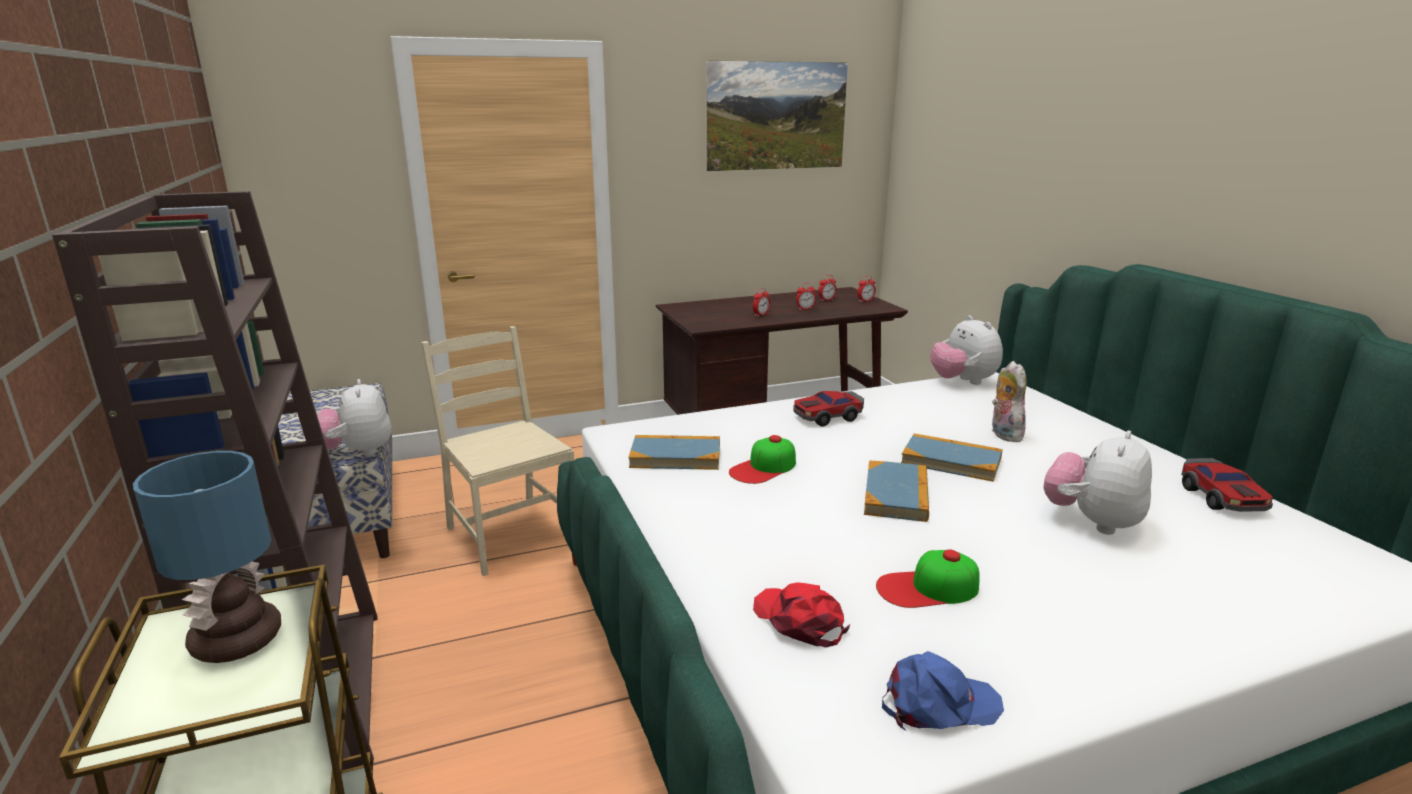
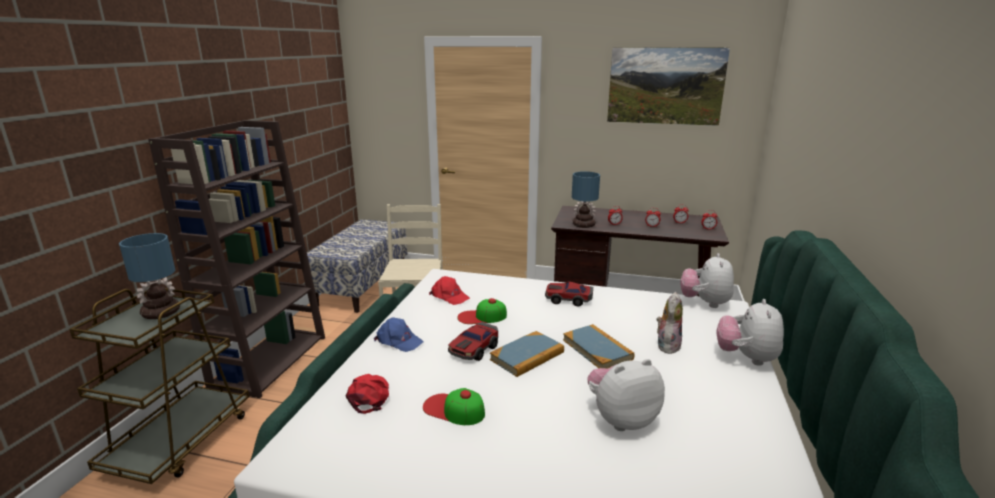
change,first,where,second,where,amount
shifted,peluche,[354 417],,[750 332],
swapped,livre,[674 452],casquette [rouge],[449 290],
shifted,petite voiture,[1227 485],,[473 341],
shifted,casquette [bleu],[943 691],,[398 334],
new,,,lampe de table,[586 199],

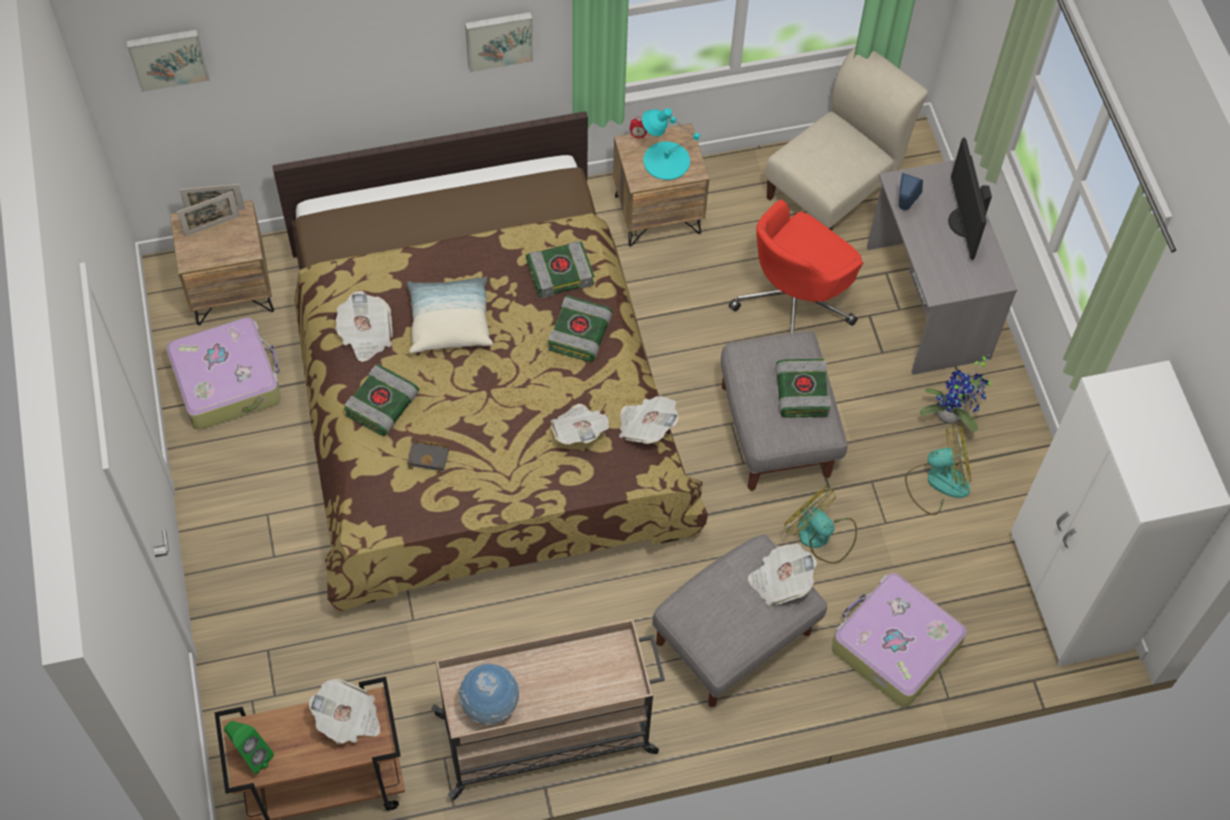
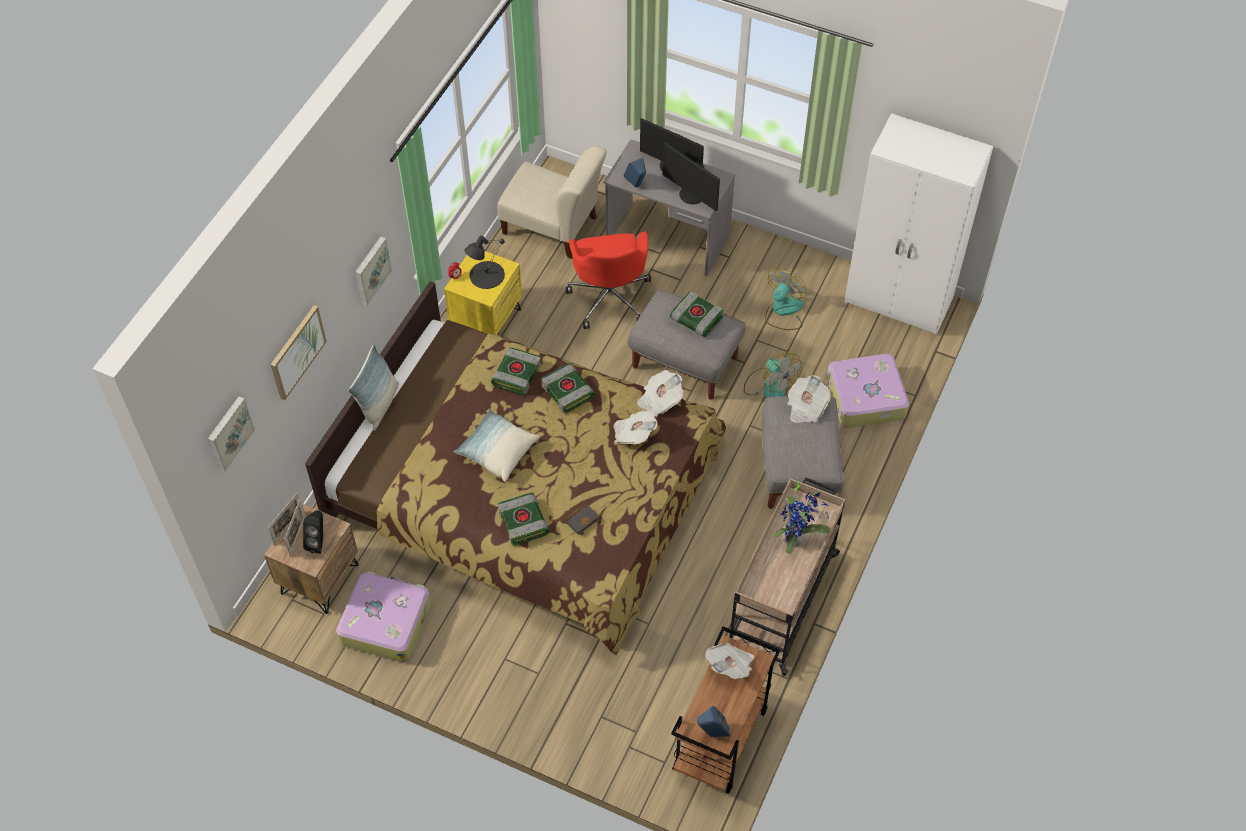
change,first,where,second,where,amount
rotated,chaise [beige],[846 138],,[552 202],120 degrees clockwise
repainted,lampe de table [turquoise],[671 144],lampe de table [noir],[485 262],
repainted,table de chevet [marron],[661 185],table de chevet [jaune],[483 293],
gone,journal,[364 326],,,
shifted,plante en pot,[955 393],,[801 517],
rotated,ventilateur,[820 525],,[773 376],120 degrees counterclockwise
gone,globe,[489 693],,,
repainted,enceinte [vert],[249 747],enceinte [bleu],[713 721],
new,,,écran d'ordinateur,[691 176],
new,,,tableau,[298 353],
new,,,coussin,[373 387],
new,,,enceinte [noir],[313 532],

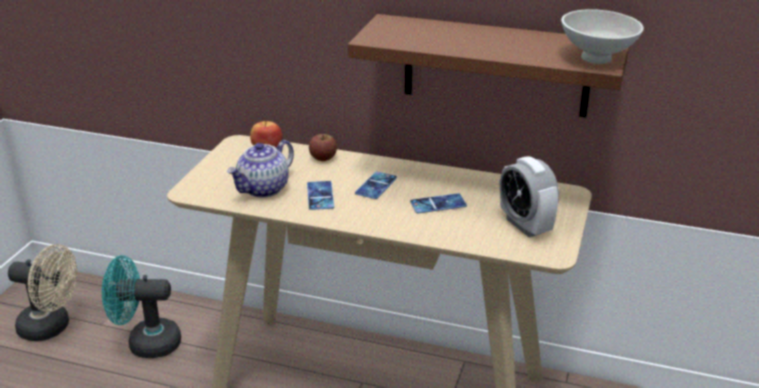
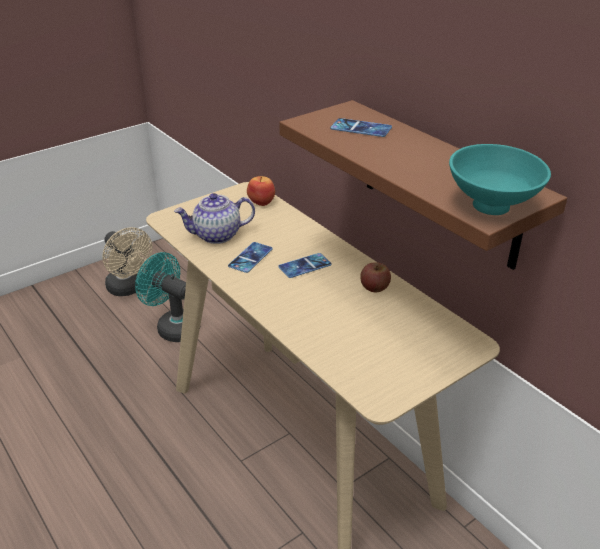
change,first,where,second,where,amount
repainted,bol [blanc],[602 36],bol [turquoise],[500 179],
shifted,pomme,[323 147],,[375 277],
gone,réveil,[529 196],,,
shifted,téléphone,[438 203],,[361 127],

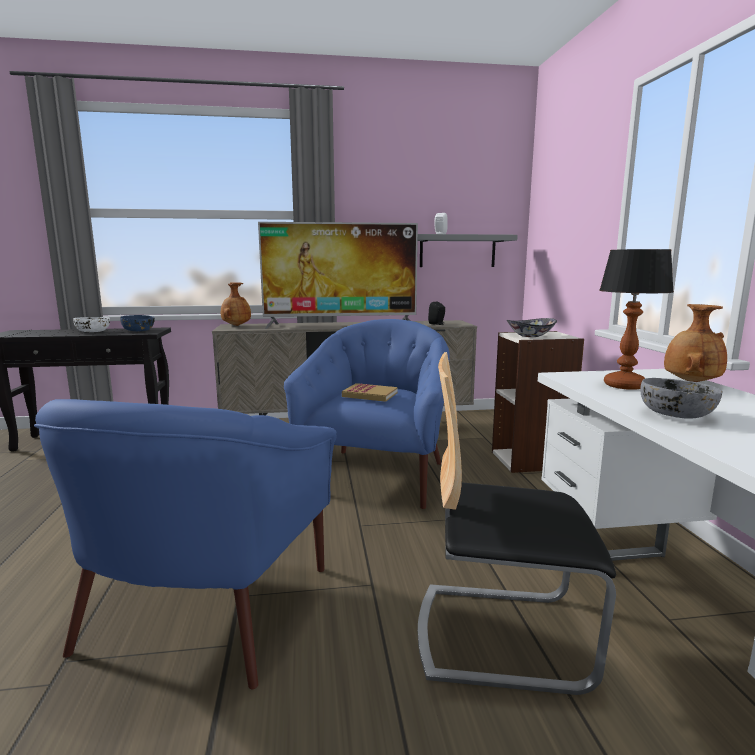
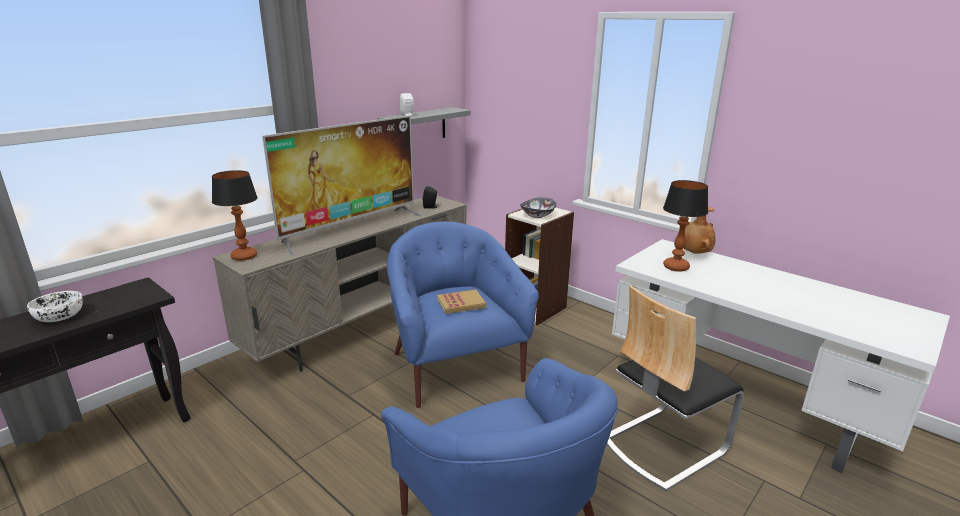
change,first,where,second,where,amount
swapped,vase [marron],[236 304],lampe de table,[235 215],
gone,bol [bleu],[137 323],,,
gone,bol [gris],[681 398],,,

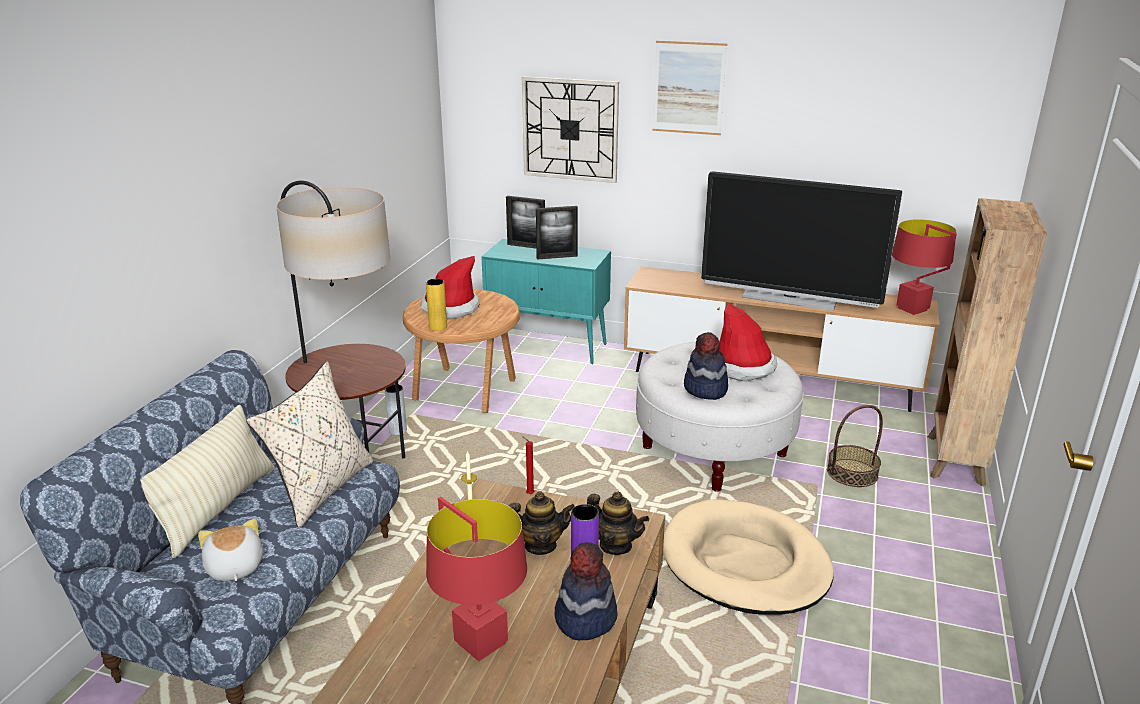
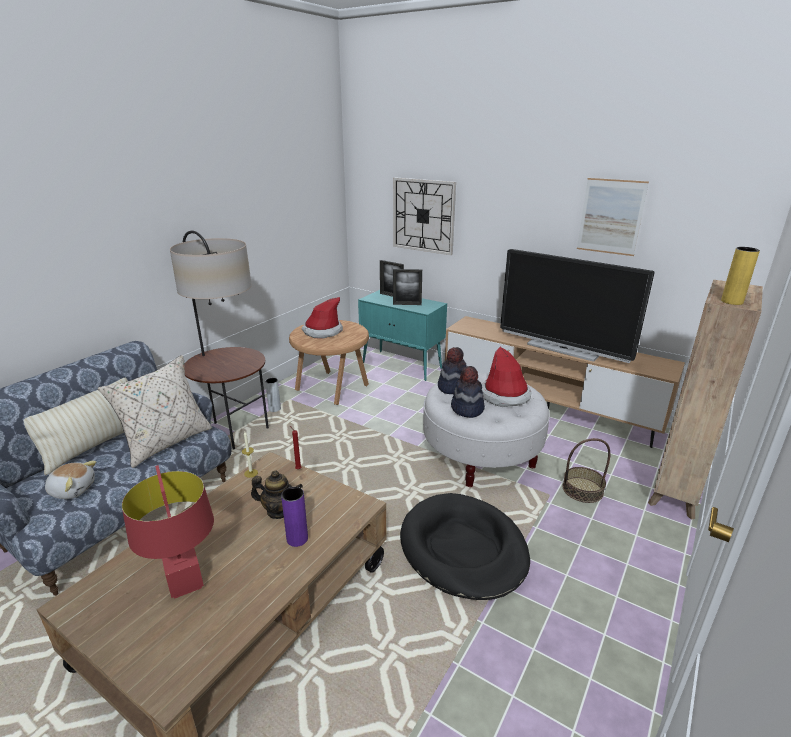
change,first,where,second,where,amount
shifted,tableau,[689 88],,[613 217],
gone,lampe de table [rouge],[924 267],,,
shifted,vase [jaune],[436 305],,[740 276],
gone,théière,[618 523],,,
repainted,panier pour chien [beige],[748 557],panier pour chien [noir],[465 546],
rotated,peluche,[230 550],,[70 480],105 degrees clockwise
shifted,chapeau,[586 591],,[452 370],

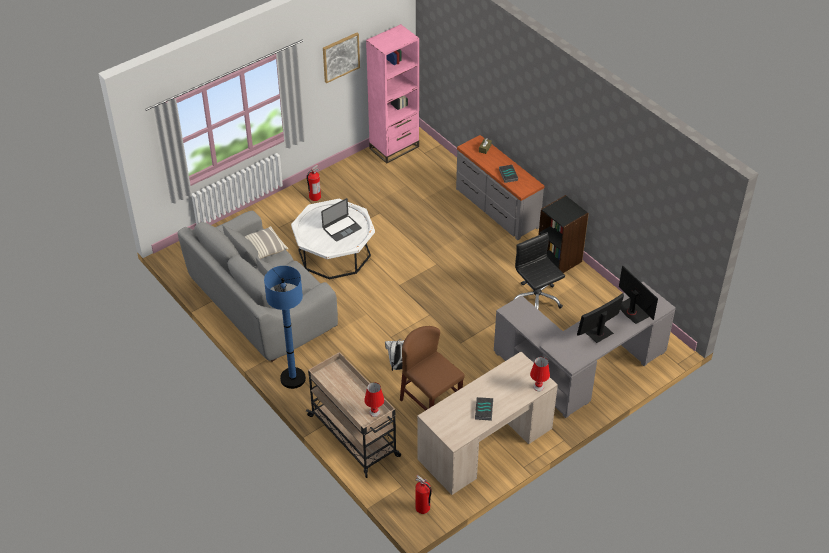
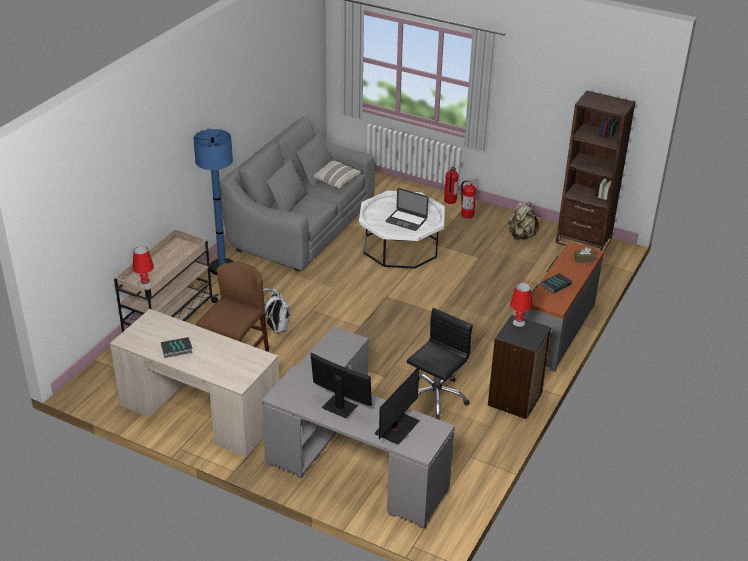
change,first,where,second,where,amount
repainted,bibliothèque [rose],[392 94],bibliothèque [marron],[596 171],
gone,tableau,[341 58],,,
shifted,lampe de table [rouge],[540 374],,[521 305],
shifted,extincteur,[423 494],,[451 182],
new,,,sac à dos [beige],[523 220],

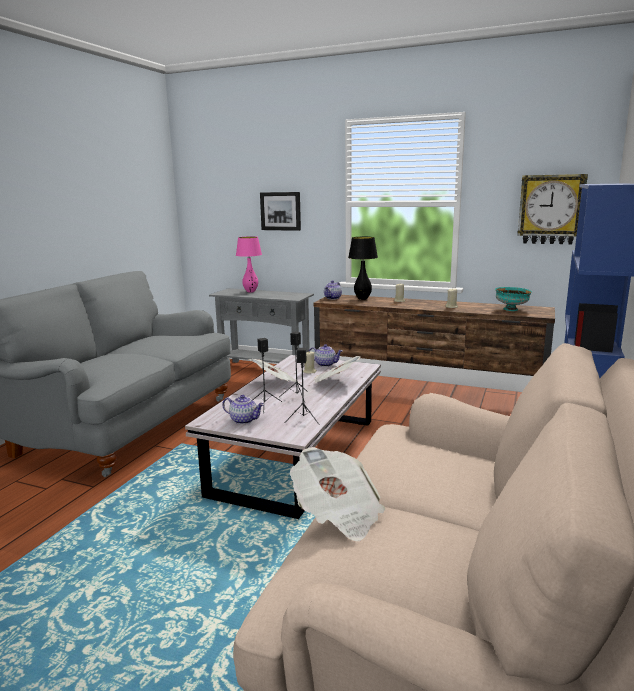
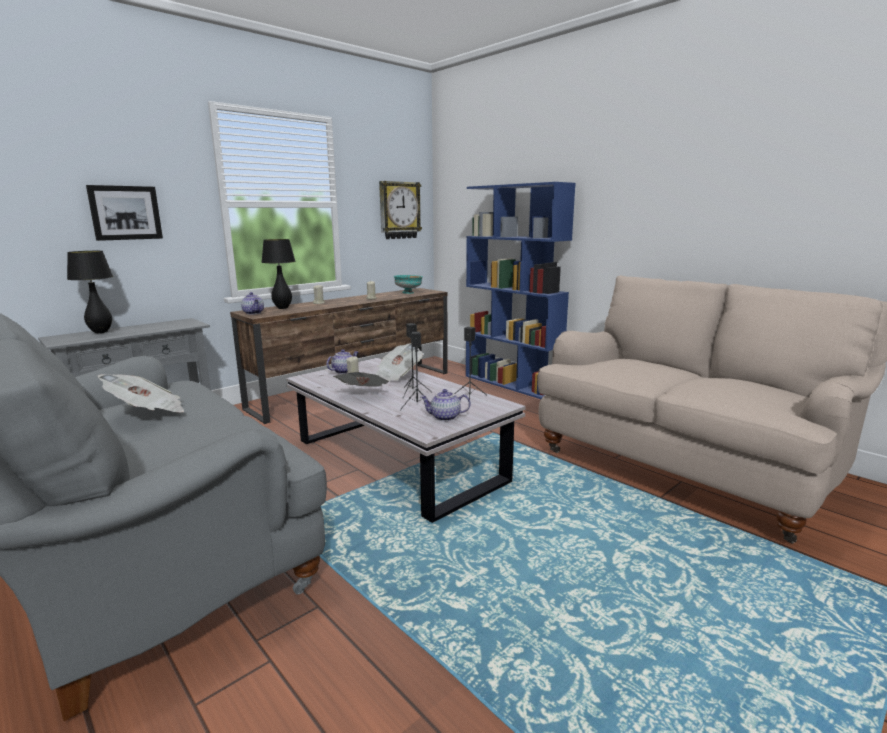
change,first,where,second,where,amount
repainted,lampe de table [rose],[249 264],lampe de table [noir],[90 292],
rotated,théière,[243 409],,[445 405],135 degrees counterclockwise
shifted,journal,[337 494],,[140 393],

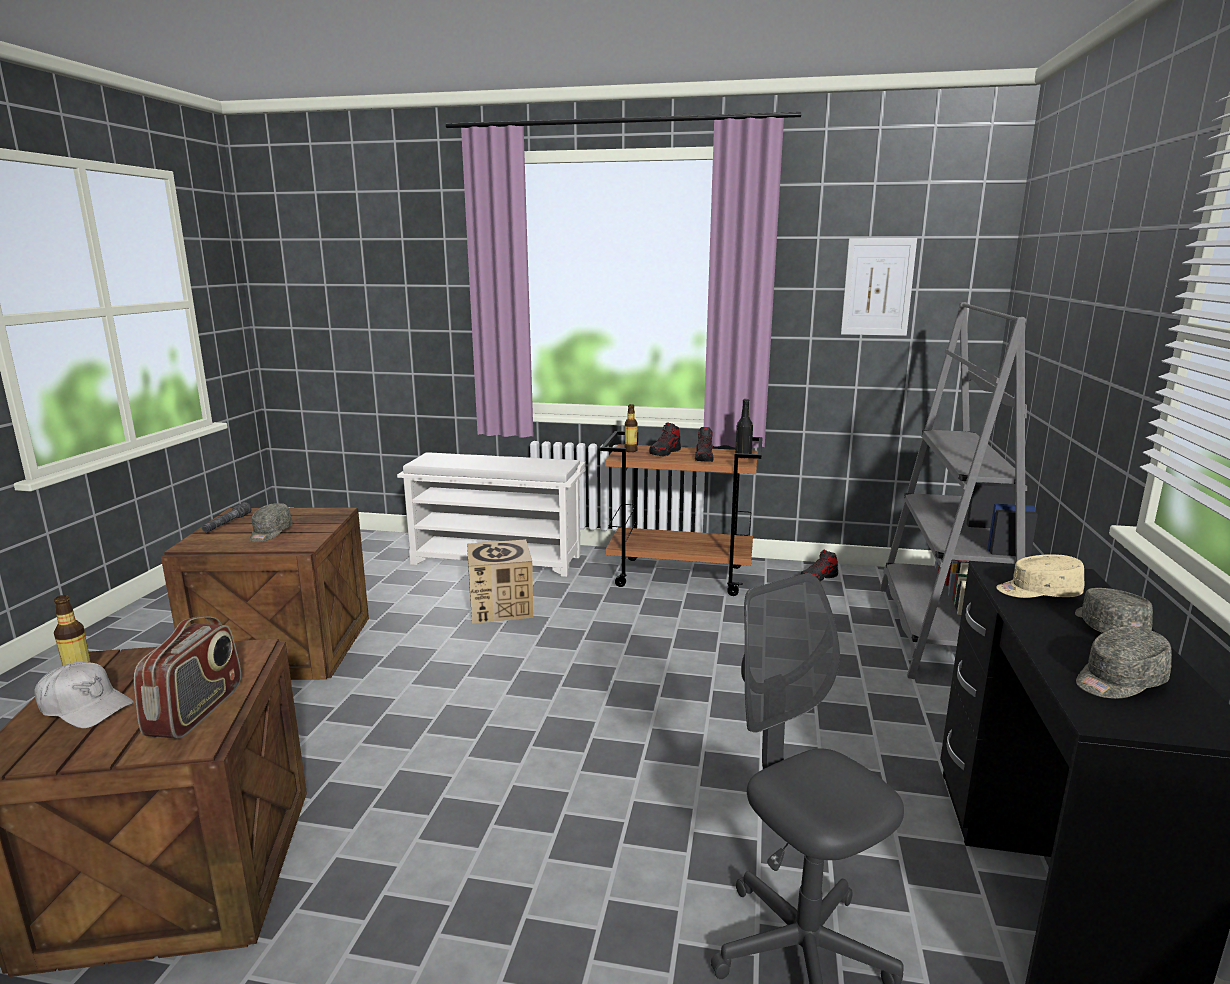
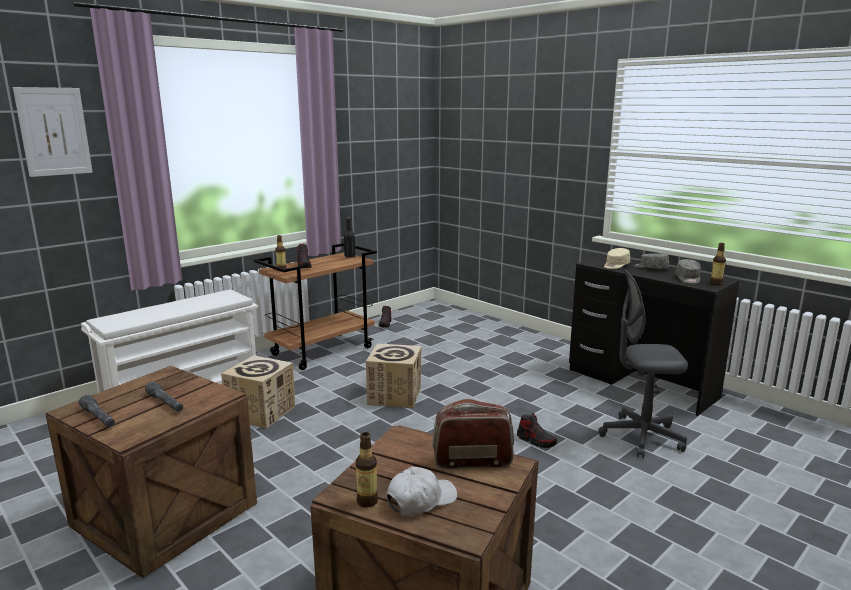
change,first,where,second,where,amount
shifted,tableau,[879 287],,[53 132],
gone,bibliothèque [gris],[959 490],,,
shifted,chaussure,[704 444],,[537 430],
swapped,casquette [gris],[271 522],lampe de poche [gris],[164 397],
rotated,radio,[187 677],,[473 433],45 degrees counterclockwise
new,,,bouteille,[718 264],
new,,,carton,[393 375],

